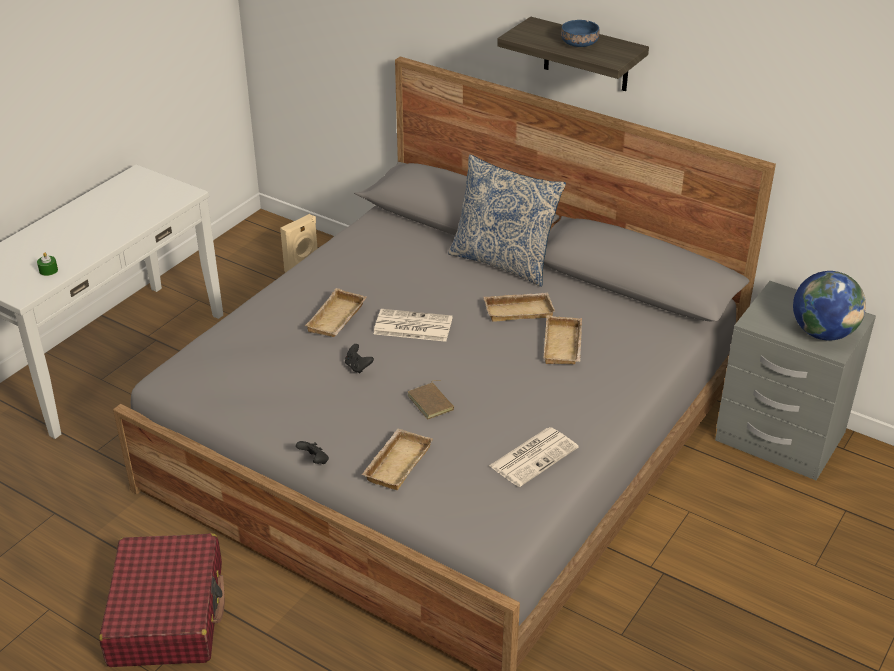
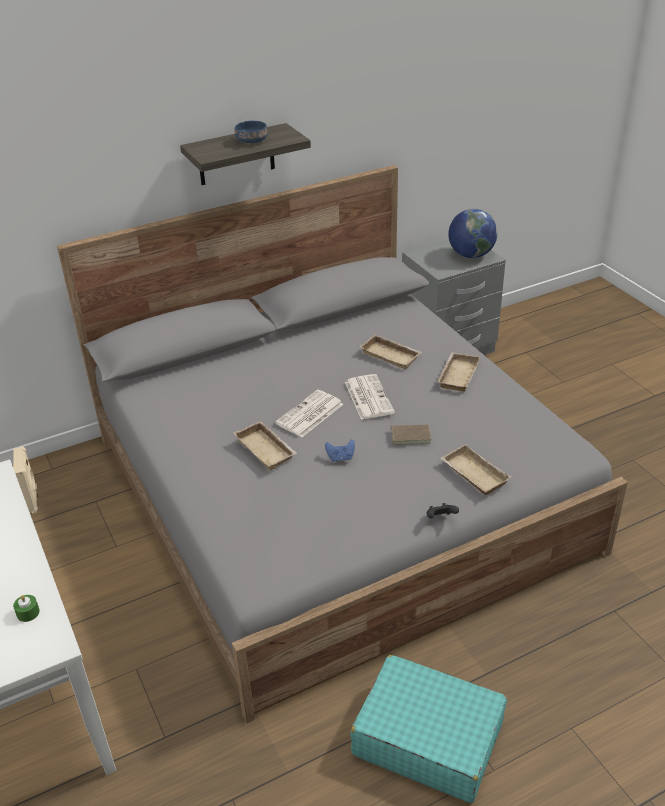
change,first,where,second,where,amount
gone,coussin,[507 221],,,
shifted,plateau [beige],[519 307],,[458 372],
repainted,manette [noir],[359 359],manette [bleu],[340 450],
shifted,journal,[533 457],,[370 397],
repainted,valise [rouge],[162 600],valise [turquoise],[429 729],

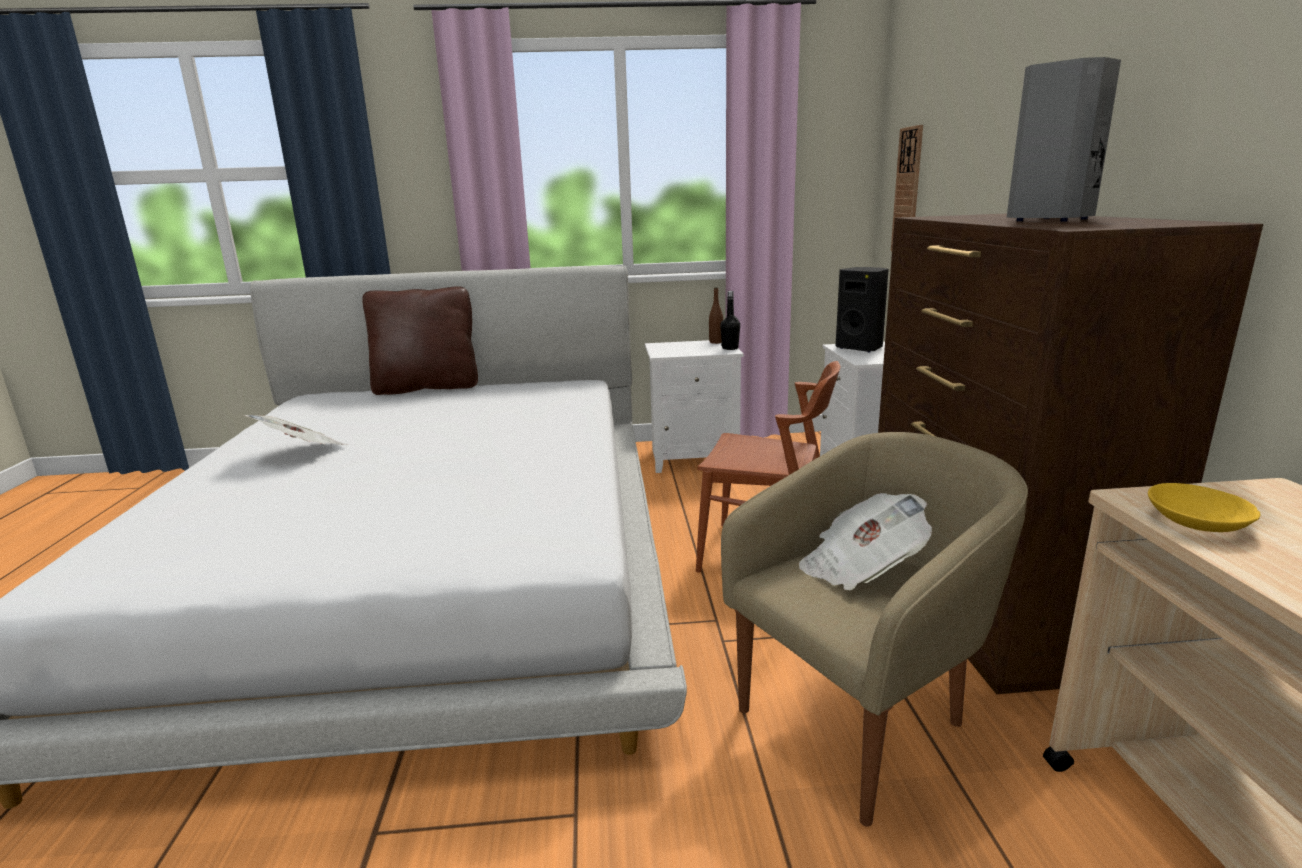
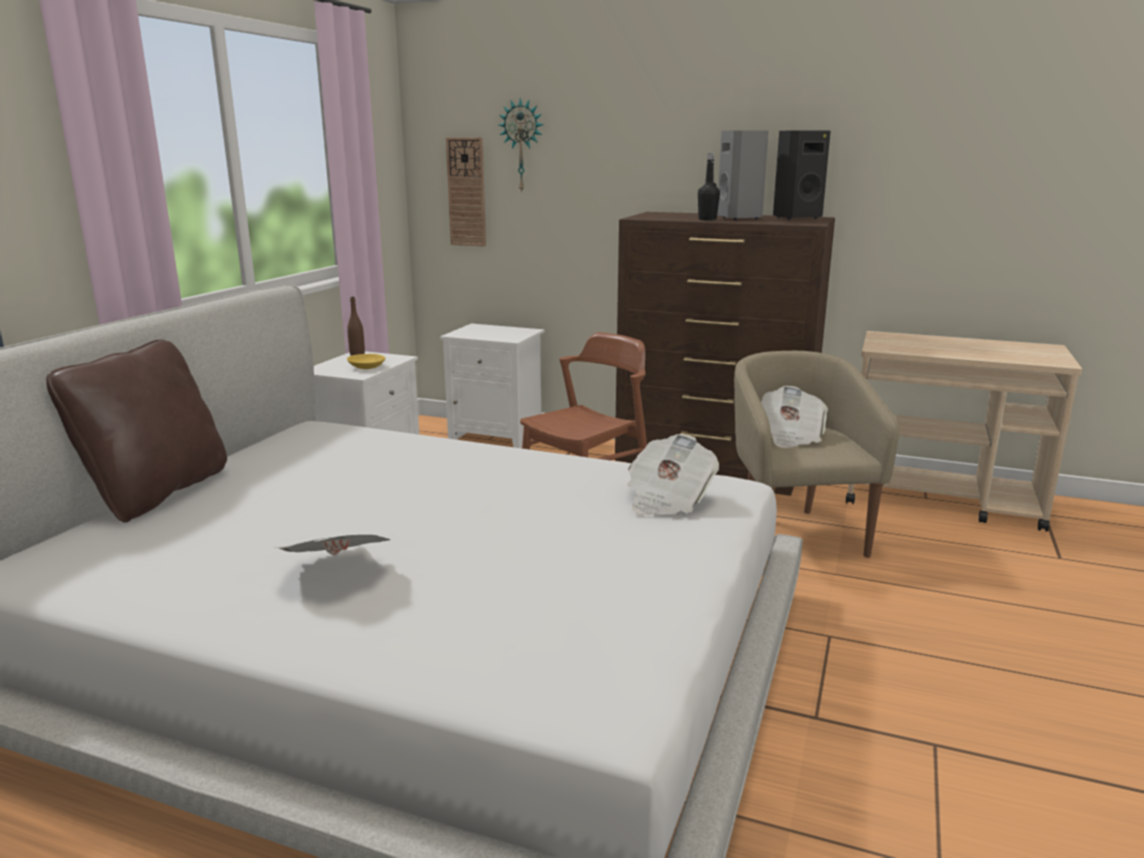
change,first,where,second,where,amount
shifted,enceinte [noir],[862 309],,[802 175],
shifted,bouteille [noir],[730 320],,[709 187],
shifted,bol [jaune],[1204 507],,[366 361],
new,,,horloge murale,[521 145],
new,,,journal,[673 474],

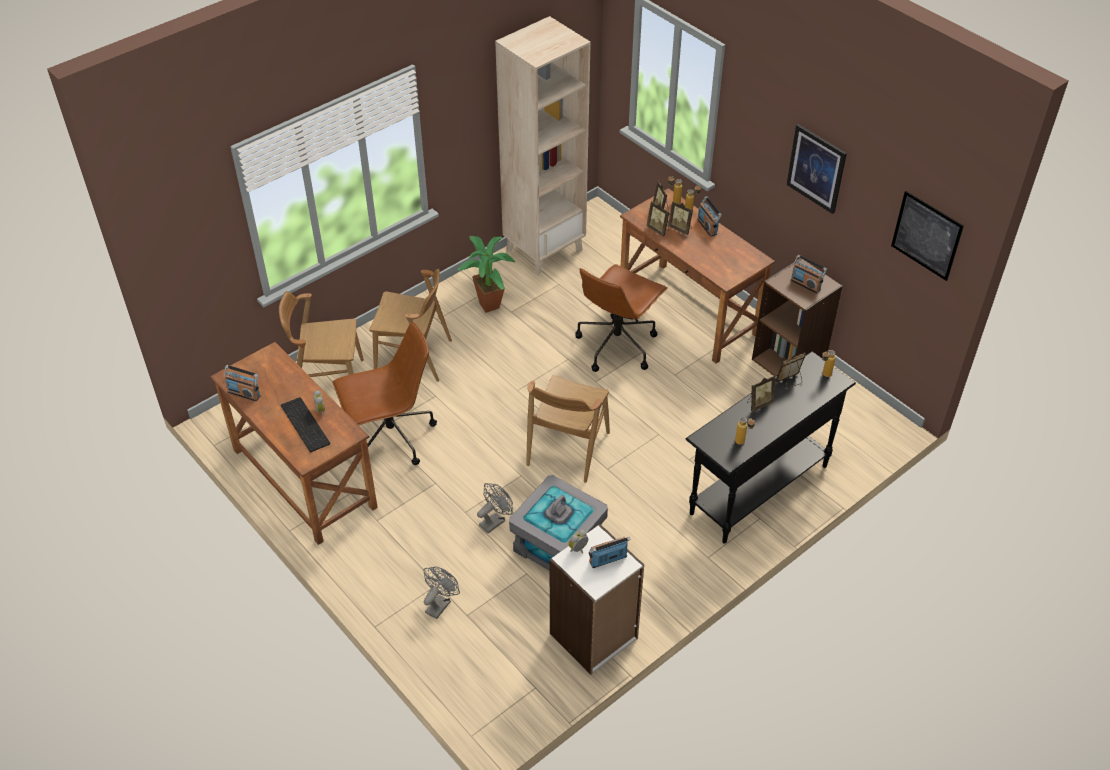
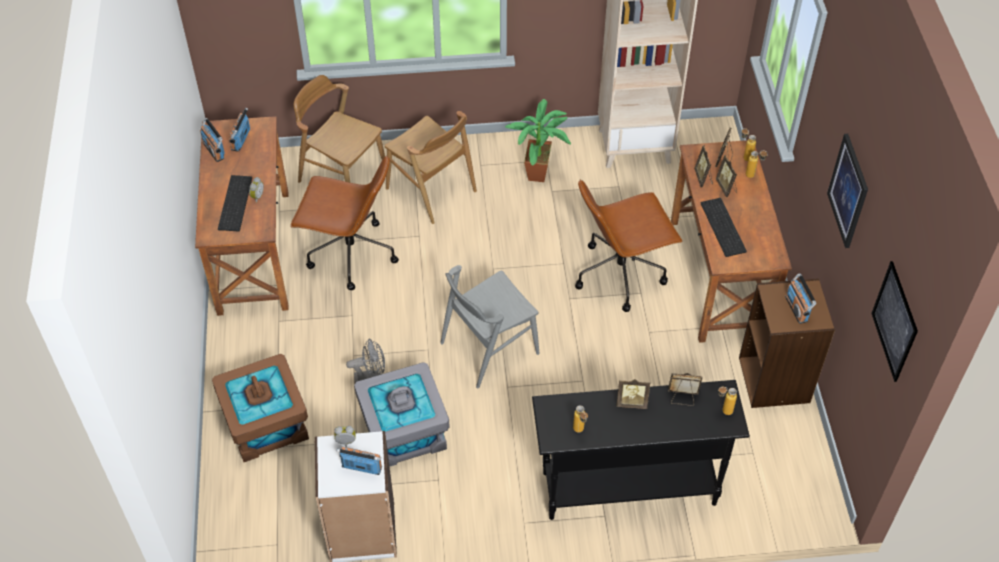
change,first,where,second,where,amount
shifted,radio,[709 216],,[239 130],
repainted,chaise [marron],[568 429],chaise [gris],[490 327],
swapped,ventilateur [gris],[441 593],boîte de rangement [marron],[260 408],
new,,,clavier,[723 227],

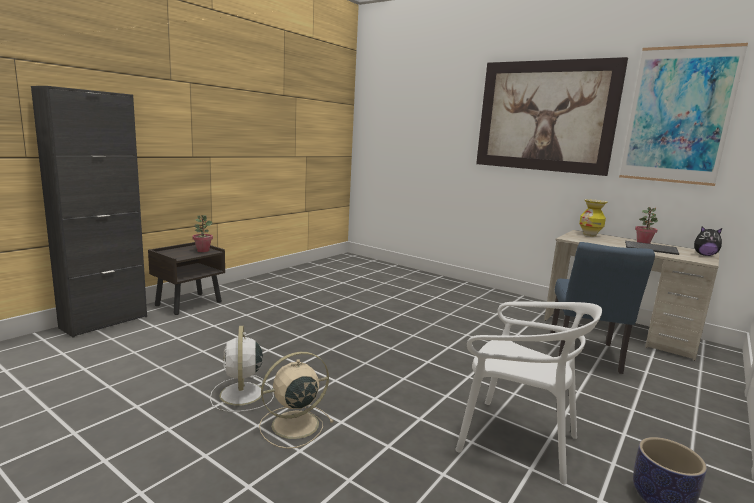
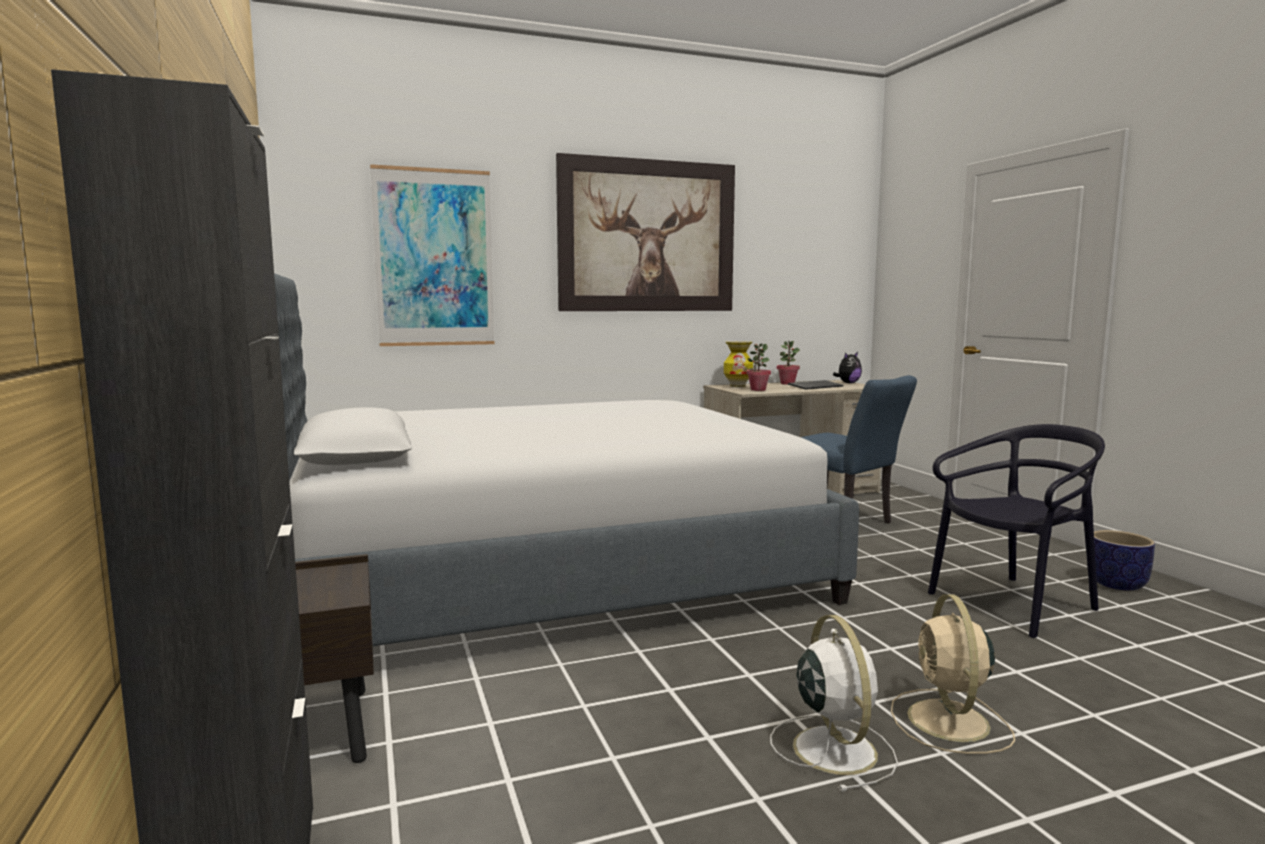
change,first,where,second,where,amount
shifted,tableau,[683 114],,[432 255],
shifted,plante en pot,[202 233],,[758 367],
repainted,chaise [blanc],[528 393],chaise [noir],[1016 531],
rotated,ventilateur [blanc],[242 369],,[834 703],120 degrees counterclockwise
new,,,lit,[566 460],

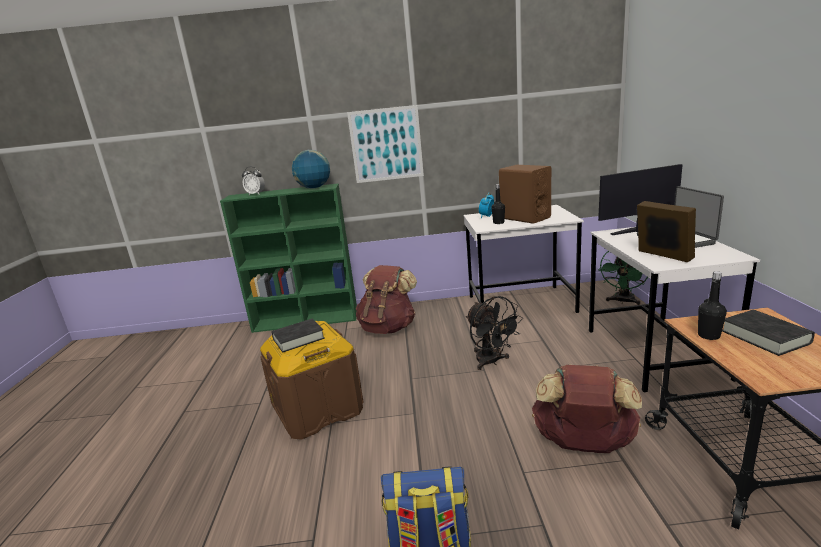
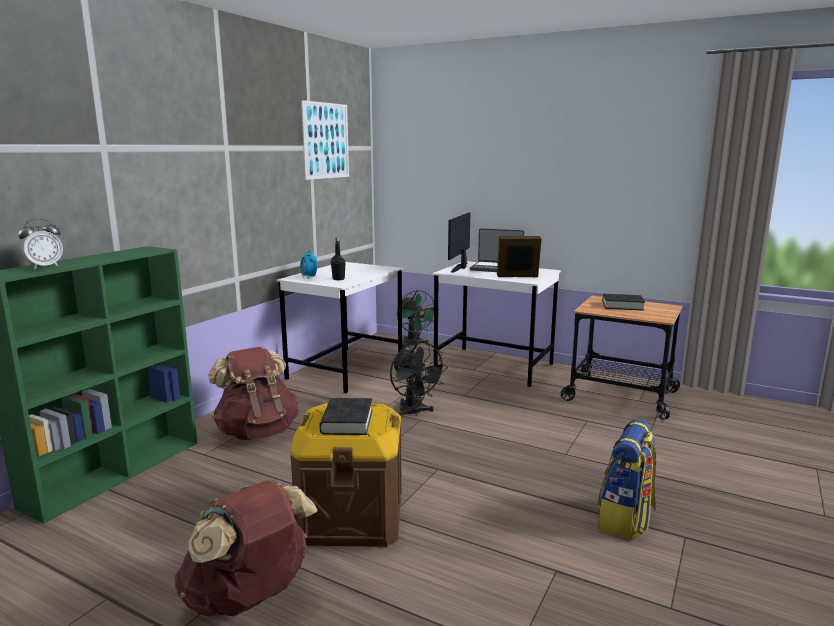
change,first,where,second,where,amount
shifted,tableau,[385 144],,[325 140],
gone,globe,[311 169],,,
gone,enceinte [marron],[525 194],,,
gone,bouteille [noir],[712 305],,,
rotated,ventilateur [noir],[494 333],,[419 379],60 degrees clockwise
shifted,sac à dos [marron],[587 409],,[246 548],

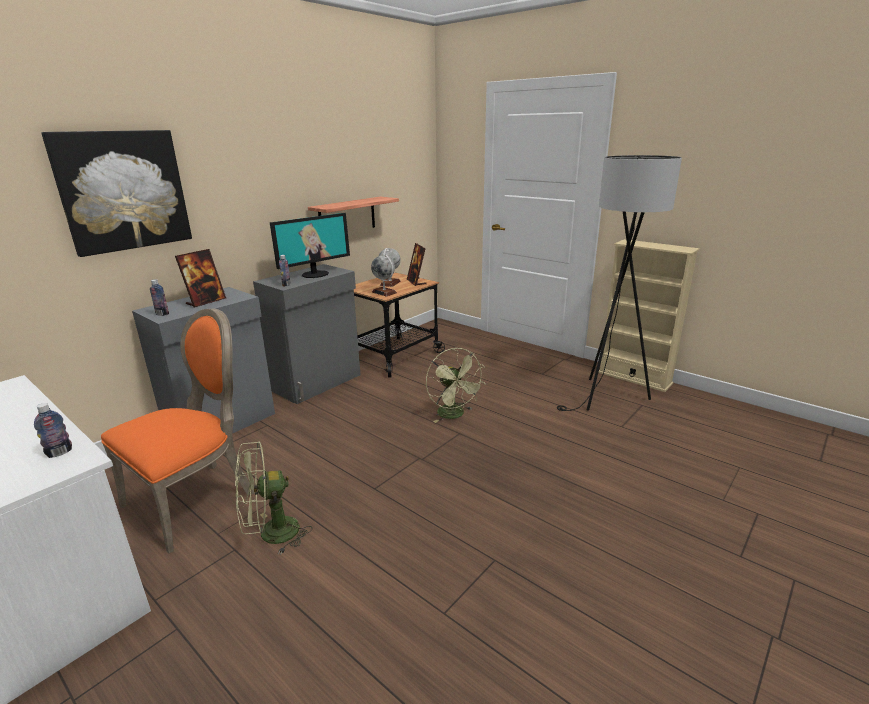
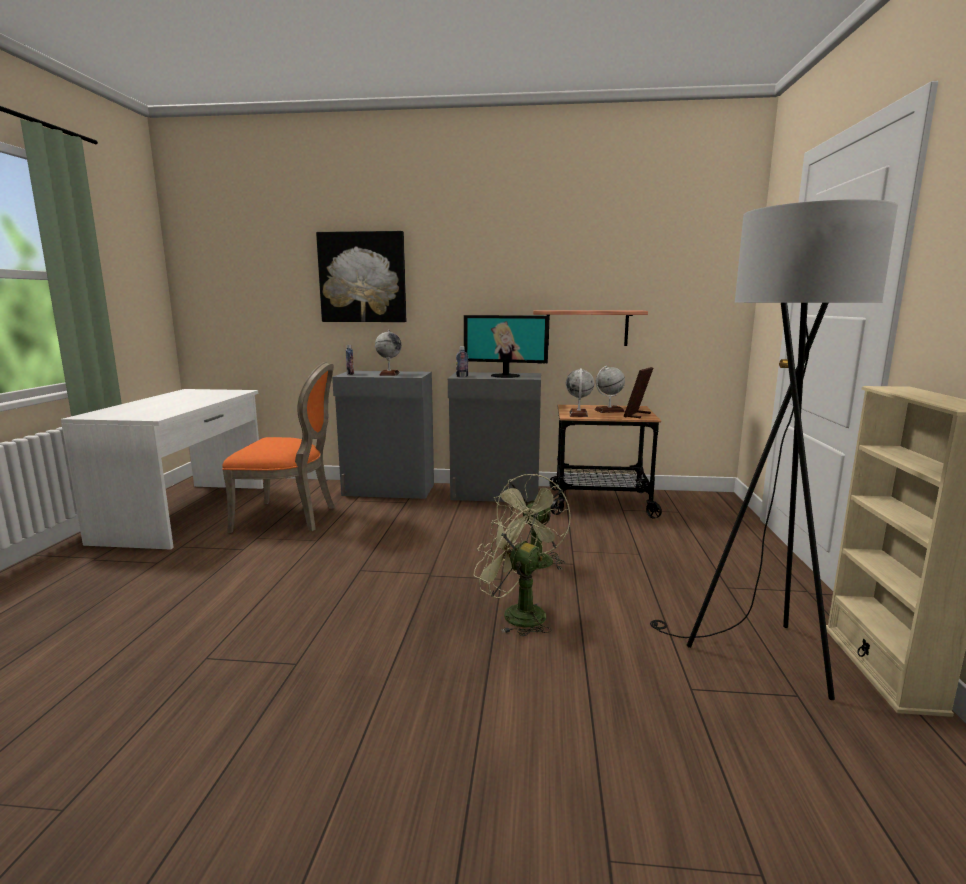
change,first,where,second,where,amount
swapped,cadre photo,[200 278],globe,[388 353],
gone,bouteille,[53 430],,,
shifted,ventilateur [vert],[273 498],,[513 570],

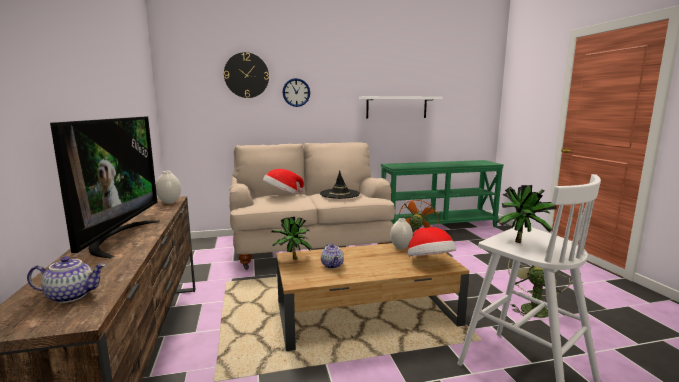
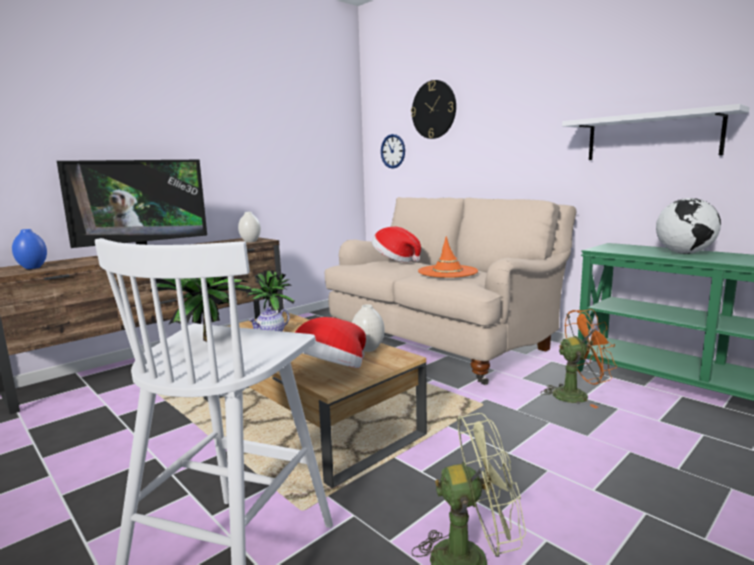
change,first,where,second,where,amount
shifted,horloge murale,[296 92],,[393 151],
repainted,chapeau [noir],[340 184],chapeau [orange],[448 257],
swapped,théière,[66 279],vase [bleu],[29 249],
new,,,globe,[688 226],

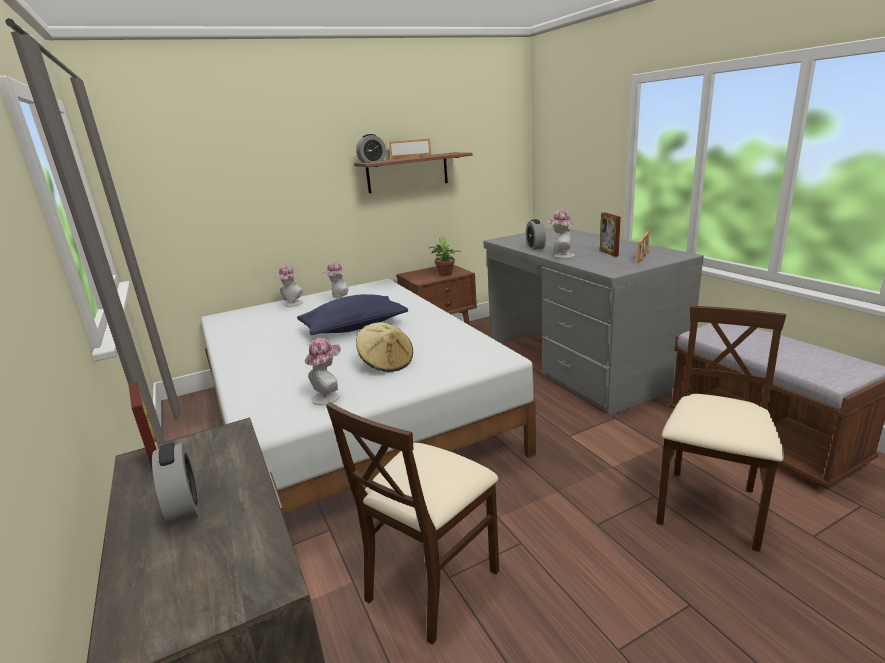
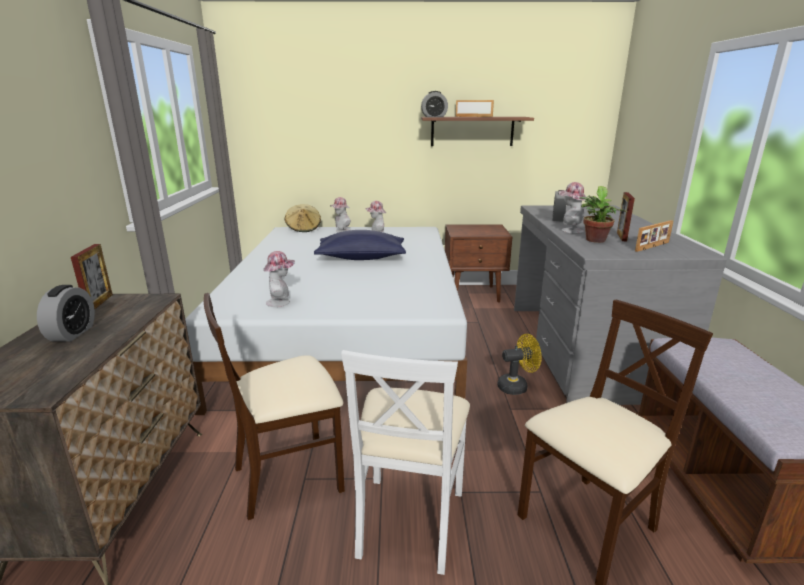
change,first,where,second,where,amount
shifted,plante en pot,[445 256],,[603 214],
shifted,chapeau [beige],[384 347],,[303 218],
new,,,ventilateur [jaune],[520 364],
new,,,chaise [blanc],[405 462],

